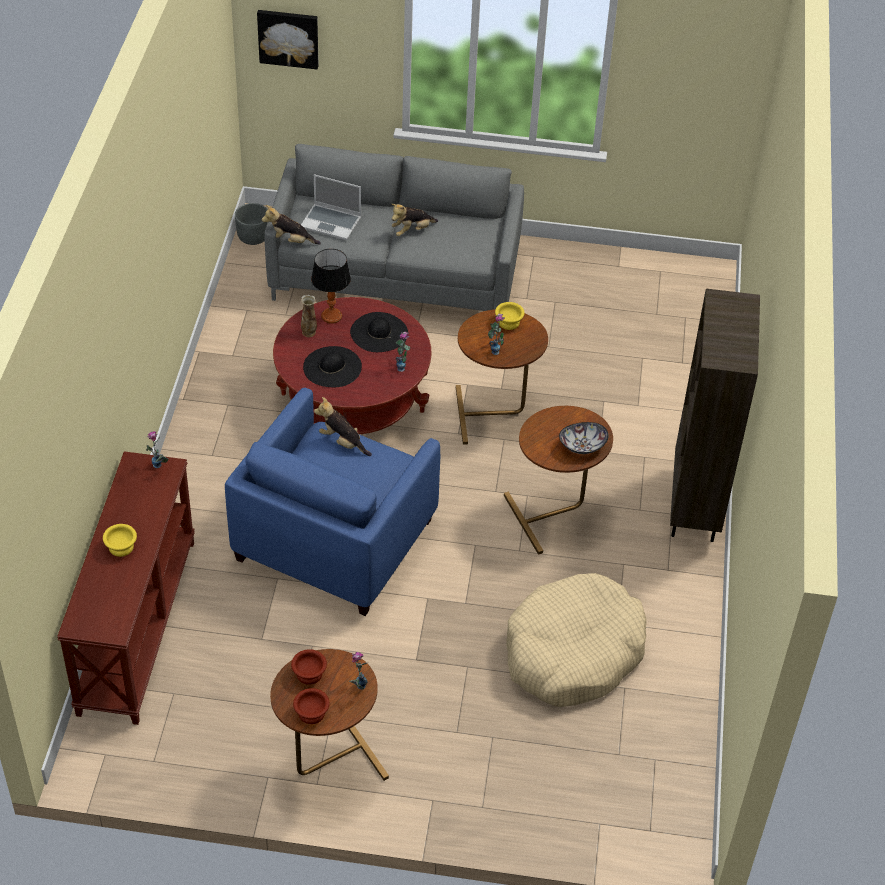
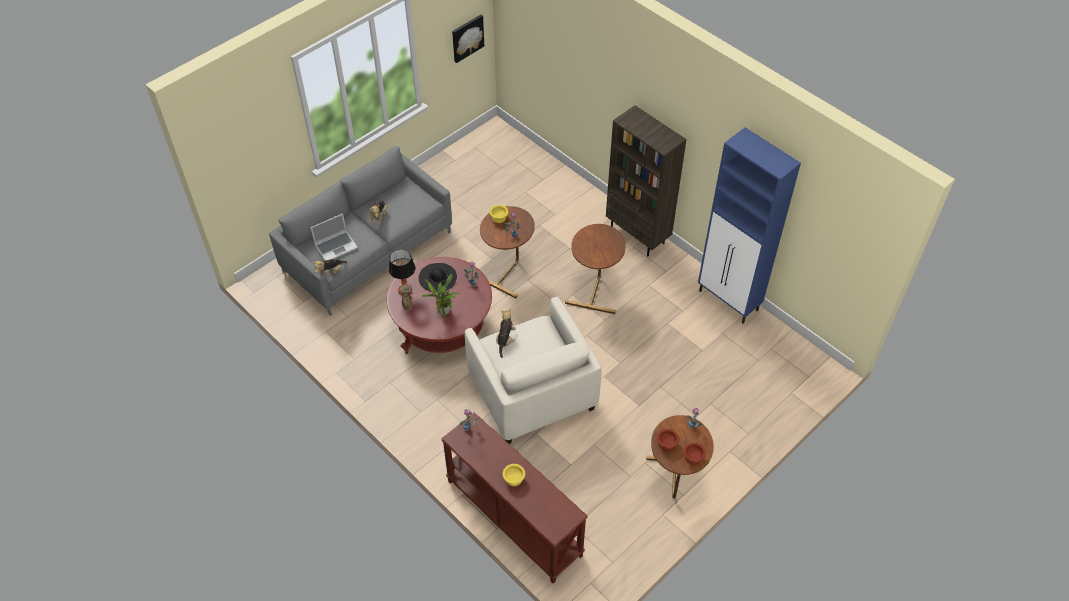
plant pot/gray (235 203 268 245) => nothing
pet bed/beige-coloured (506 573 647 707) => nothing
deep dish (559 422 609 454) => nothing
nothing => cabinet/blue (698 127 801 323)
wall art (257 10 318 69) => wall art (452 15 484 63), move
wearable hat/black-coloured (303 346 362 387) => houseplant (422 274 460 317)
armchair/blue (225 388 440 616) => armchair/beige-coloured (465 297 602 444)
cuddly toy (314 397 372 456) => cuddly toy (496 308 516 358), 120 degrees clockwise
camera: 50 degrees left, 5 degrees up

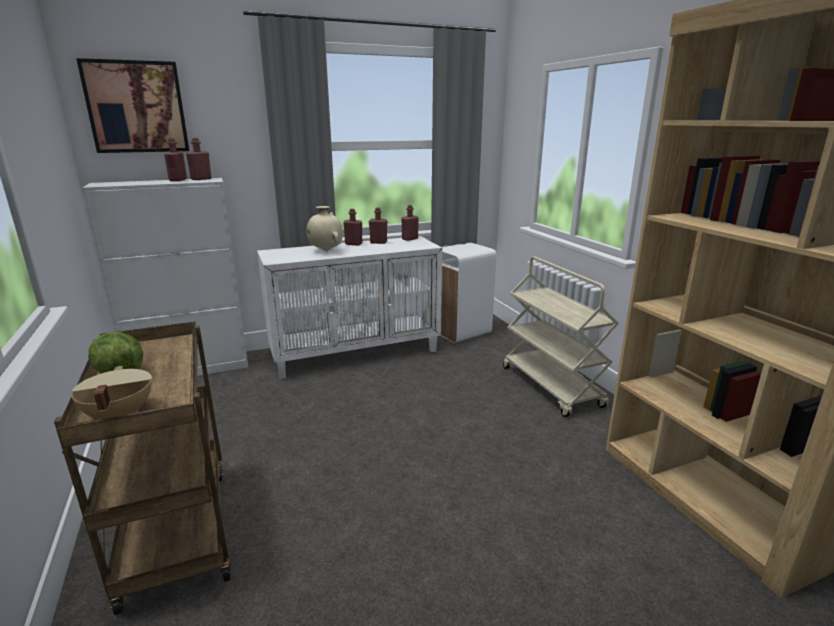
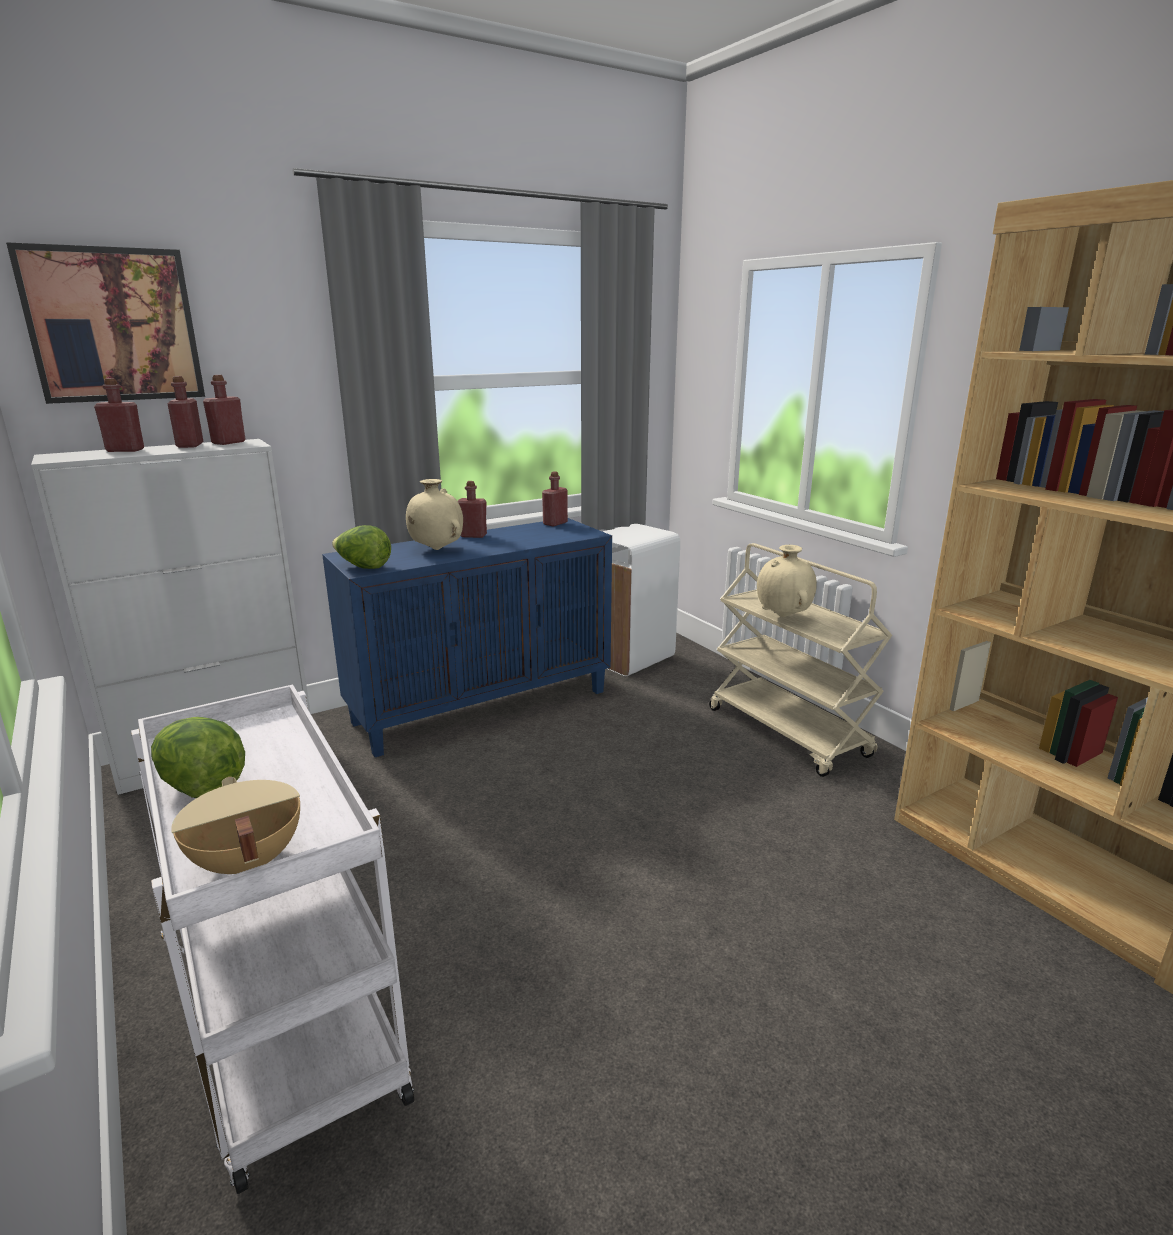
nothing => lettuce head (332 525 391 569)
nothing => decorative vase/beige-coloured (757 545 817 617)
drink bottle/red (369 208 387 244) => drink bottle/red (94 378 144 452), move
wheeled cart/brown-coloured (54 322 231 615) => wheeled cart/whitish (131 684 414 1194)
cabinet/whitish (257 236 442 379) => cabinet/blue (322 518 612 757)
camera: 10 degrees left, 0 degrees up

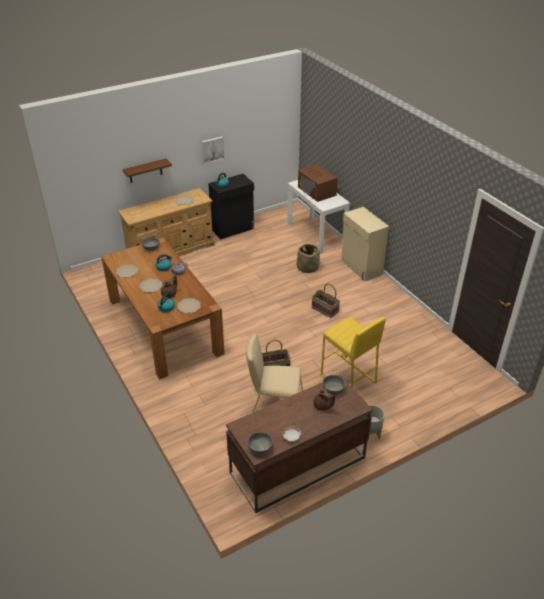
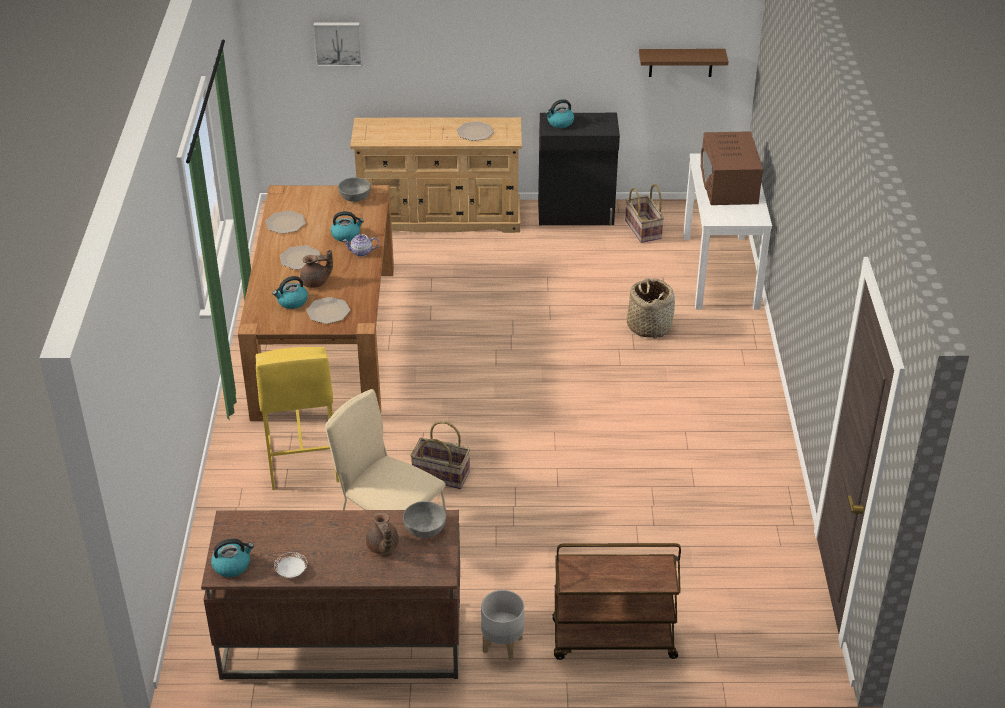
cabinet/beige-coloured (341 207 389 281) => nothing
nothing => wheeled cart/brown-coloured (552 543 681 660)
wall shelf/brown-coloured (123 158 172 183) => wall shelf/brown-coloured (639 49 728 77), move
wall art (201 136 225 164) => wall art (313 22 362 66), move
storage basket (312 283 340 318) => storage basket (625 184 664 243), move
stool seat/yellow-coloured (321 317 386 388) => stool seat/yellow-coloured (256 347 339 490), move
deep dish/gray (247 432 273 455) => tea kettle (211 538 254 577)
camera: 30 degrees right, 0 degrees up

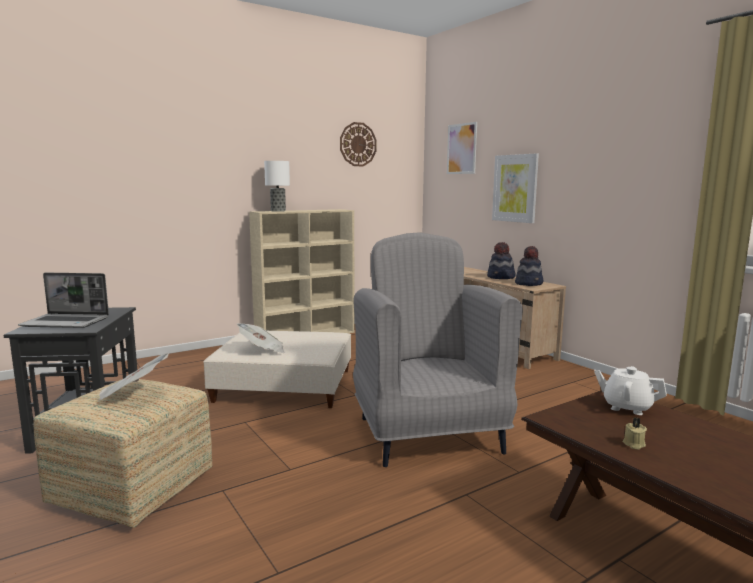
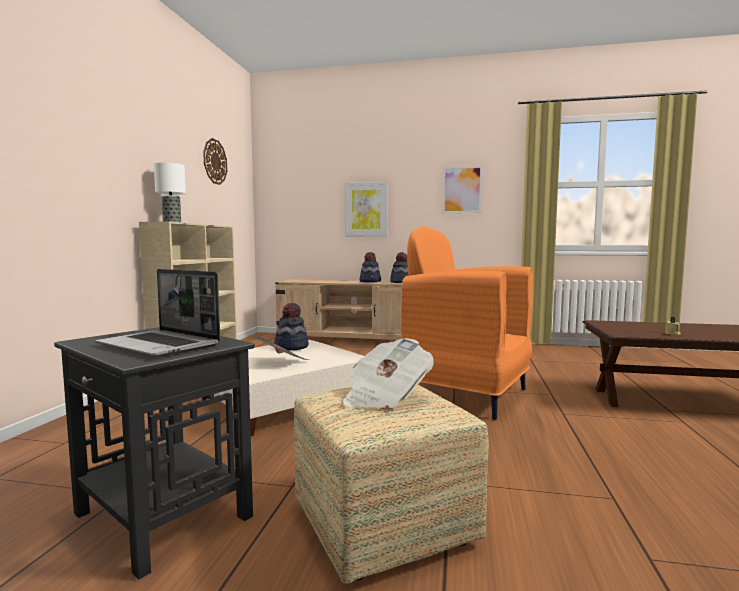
pot for tea/whitish (594 366 667 415) => nothing
nothing => wearable hat (274 303 309 350)
wall art (447 122 477 174) => wall art (442 166 483 213), move
armchair/gray (353 232 523 467) => armchair/orange (401 227 533 420)
notebook computer (18 272 109 328) => notebook computer (95 269 221 357), 75 degrees clockwise
camera: 45 degrees left, 5 degrees down

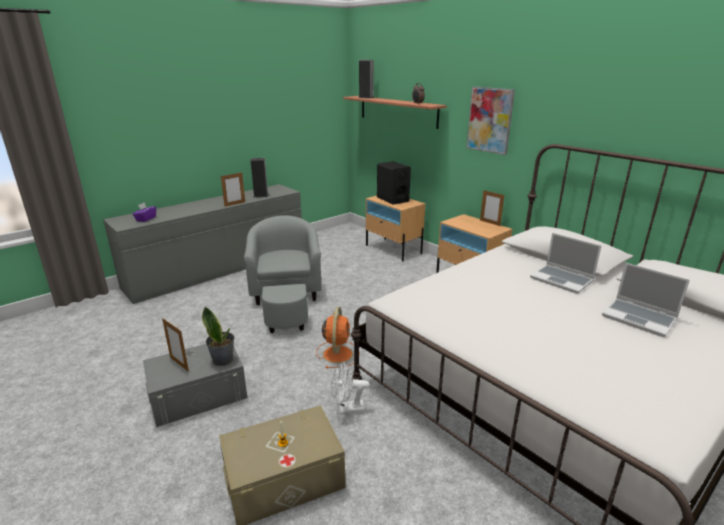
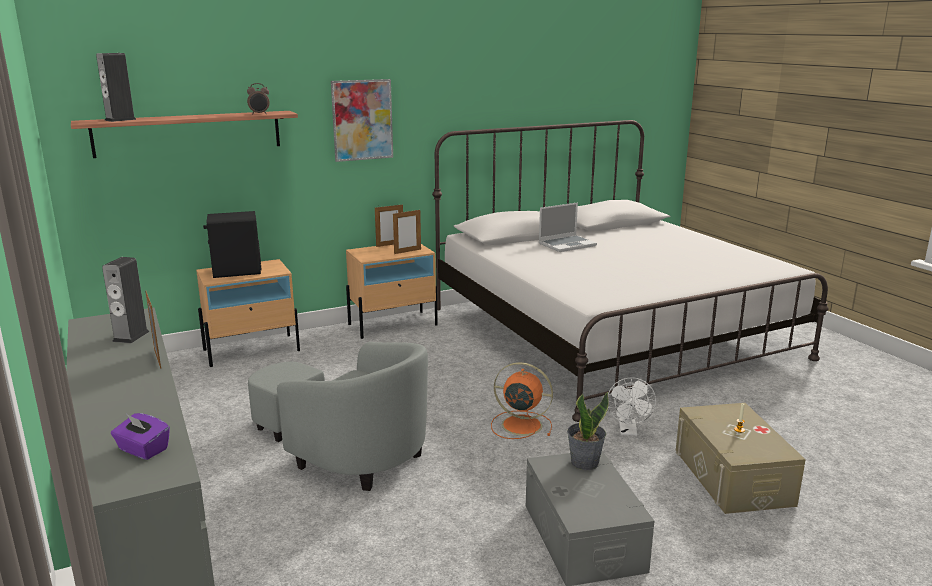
notebook computer (602 263 690 337) => nothing
picture frame (162 318 189 372) => picture frame (393 210 421 254), move
armchair/gray (244 215 321 333) => armchair/gray (248 342 428 491), 150 degrees counterclockwise
camera: 75 degrees left, 5 degrees down

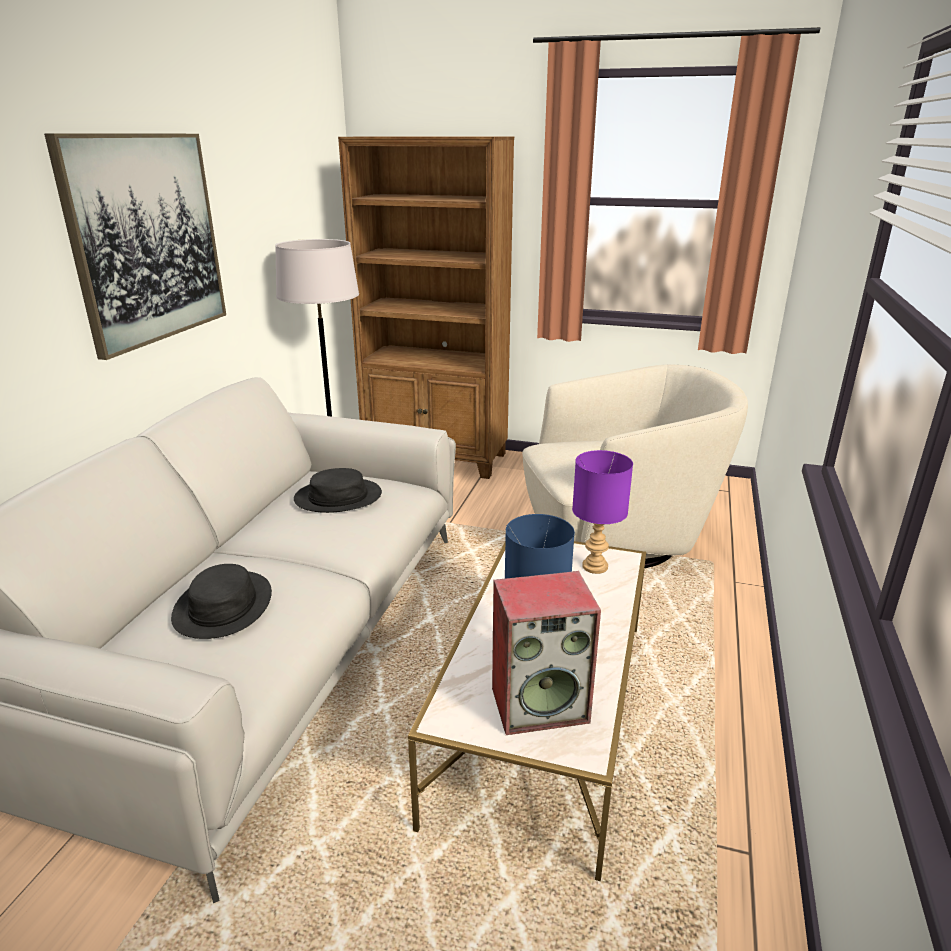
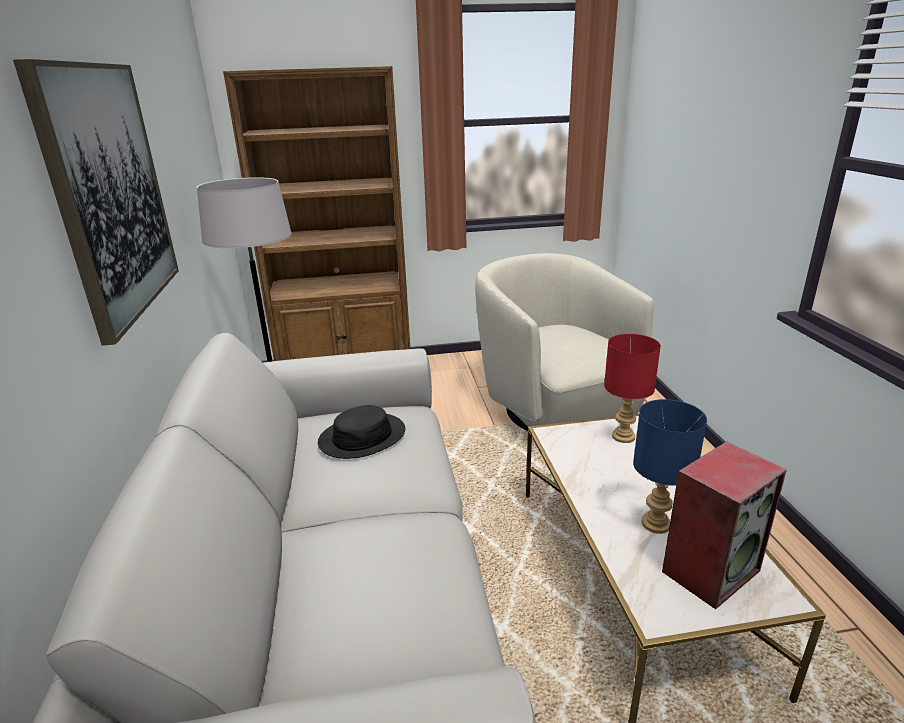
wearable hat/black-coloured (171 564 272 639) => nothing
lamp for a table/purple (572 450 633 574) => lamp for a table/red (604 334 661 443)
armchair/beige-coloured (522 364 748 568) => armchair/beige-coloured (475 253 654 431), 75 degrees counterclockwise
camera: 25 degrees left, 0 degrees up

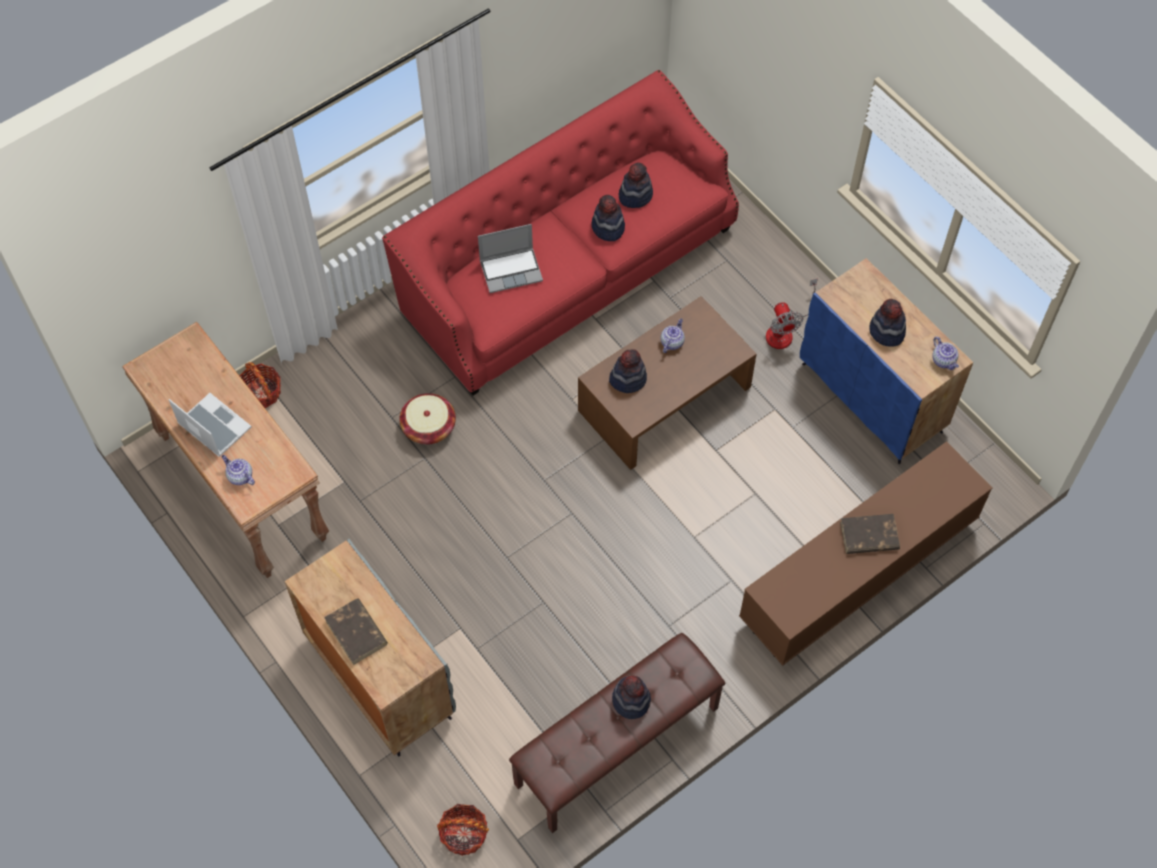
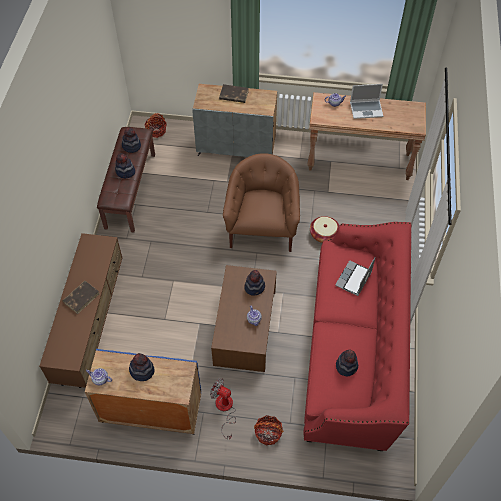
nothing => armchair/brown-coloured (223 153 300 252)
storage basket (239 362 281 408) => storage basket (254 415 284 446), move
wearable hat (592 195 625 241) => wearable hat (122 127 141 153), move
camera: 135 degrees right, 5 degrees down

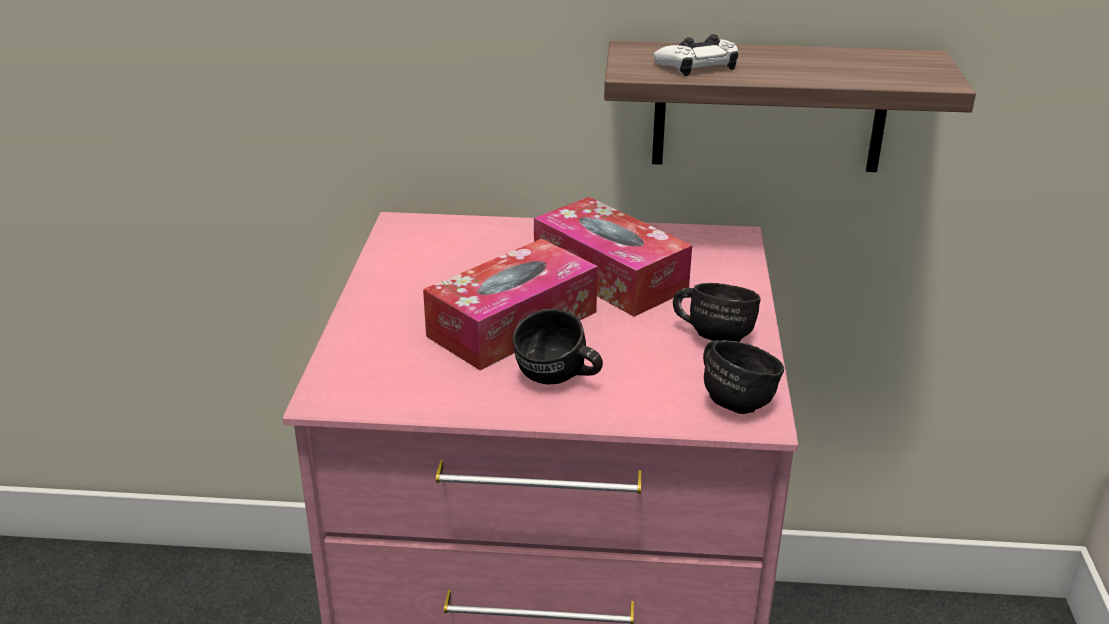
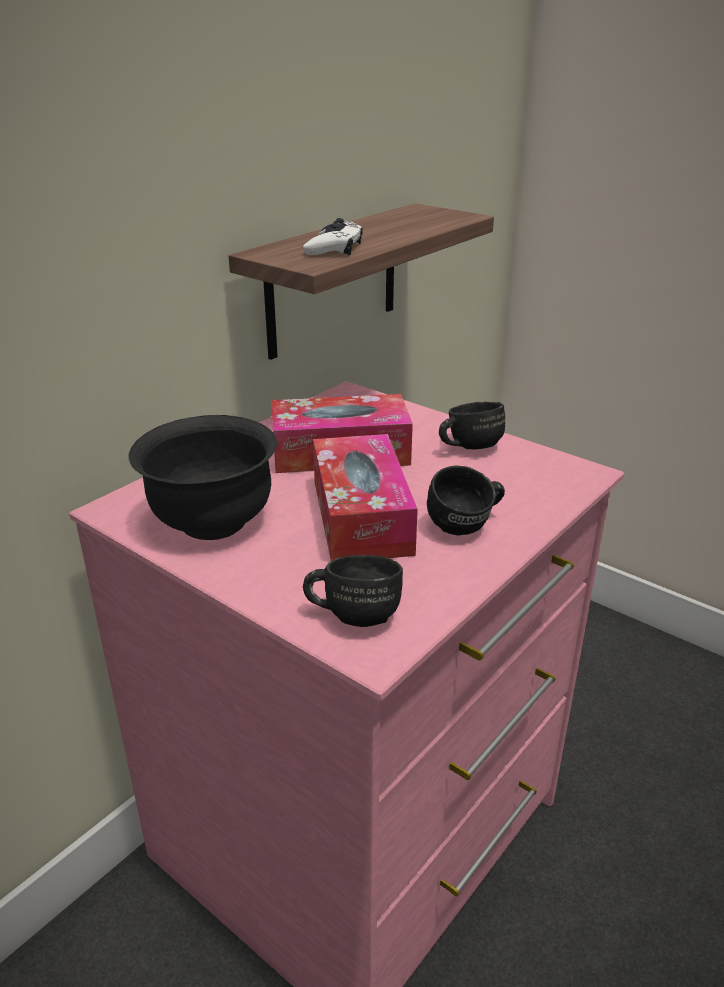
nothing => deep dish/black-coloured (129 415 277 540)
mug/black-coloured (703 340 784 414) => mug/black-coloured (303 555 403 627), move
camera: 55 degrees left, 0 degrees up

